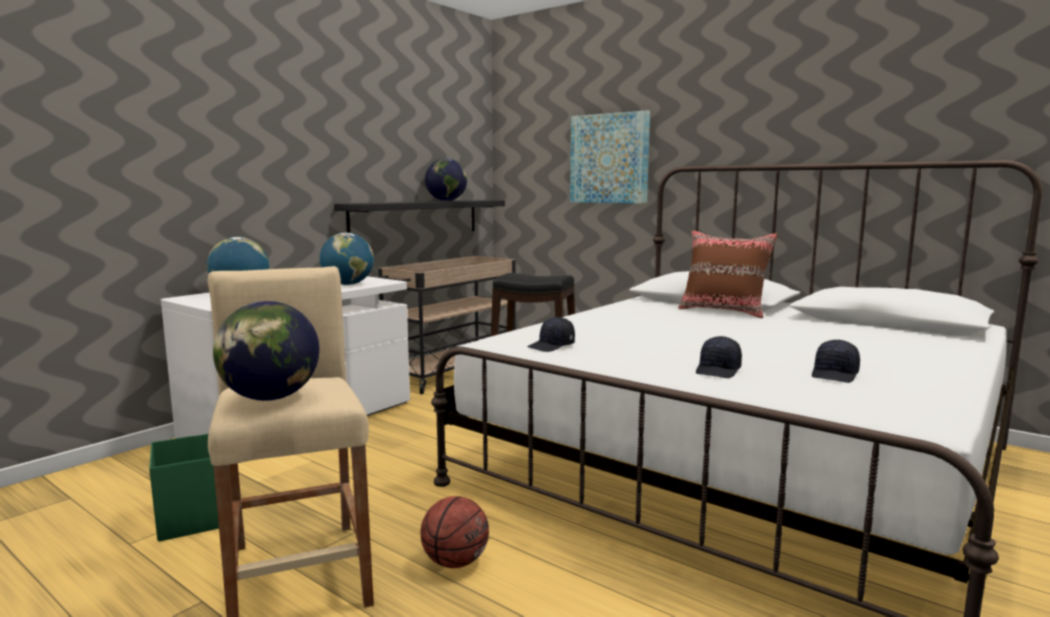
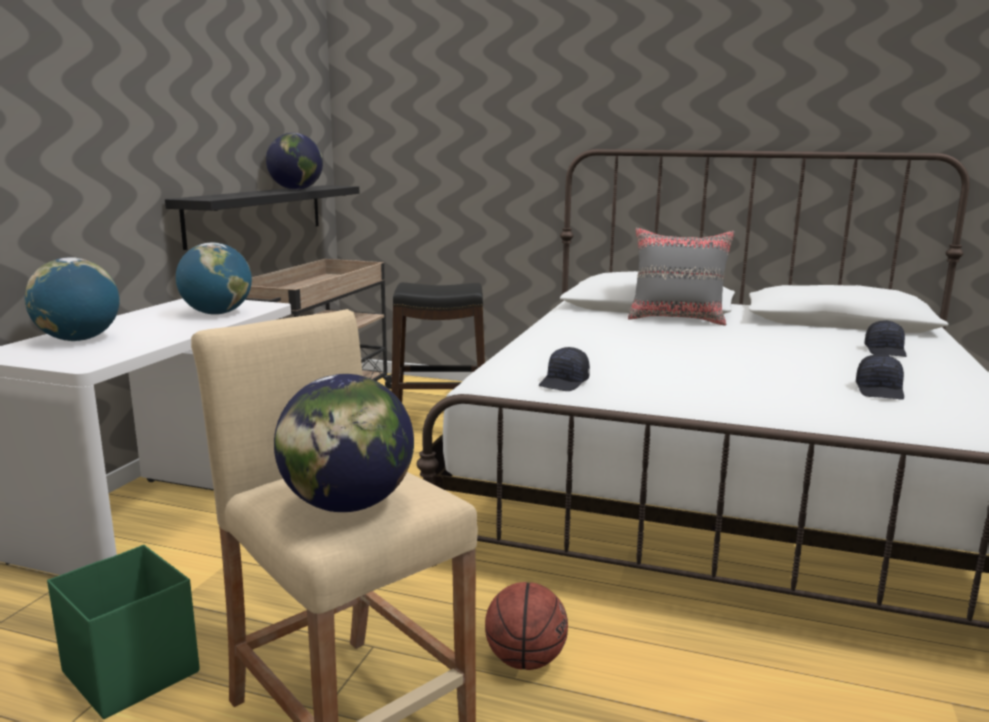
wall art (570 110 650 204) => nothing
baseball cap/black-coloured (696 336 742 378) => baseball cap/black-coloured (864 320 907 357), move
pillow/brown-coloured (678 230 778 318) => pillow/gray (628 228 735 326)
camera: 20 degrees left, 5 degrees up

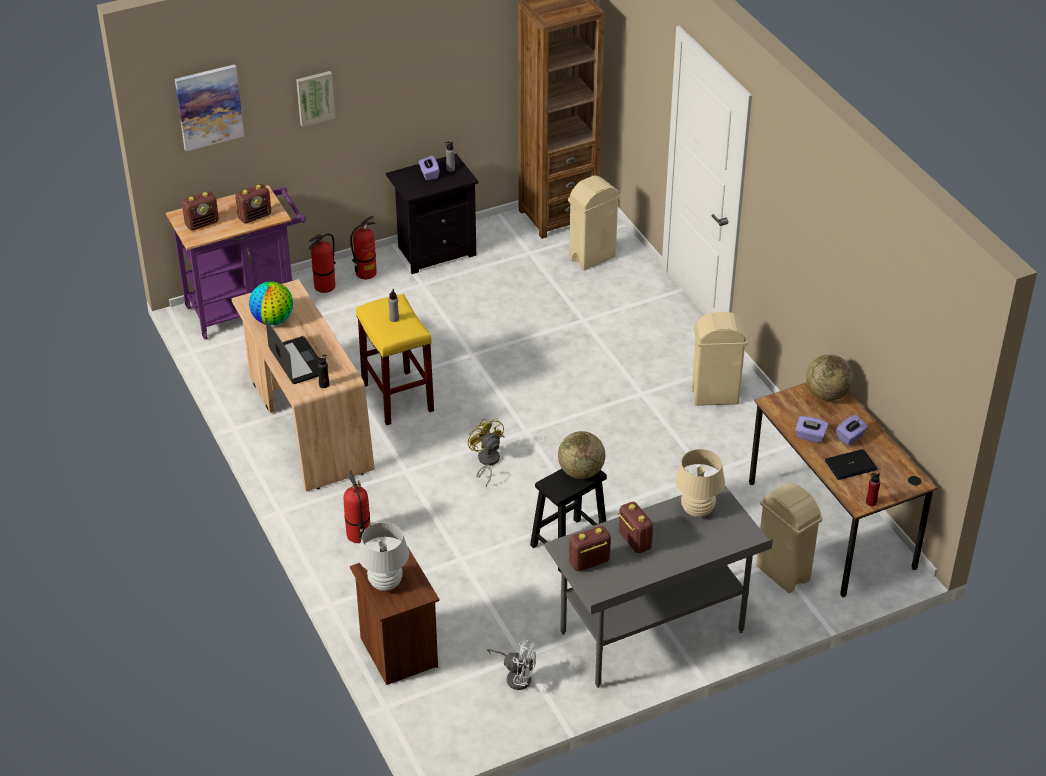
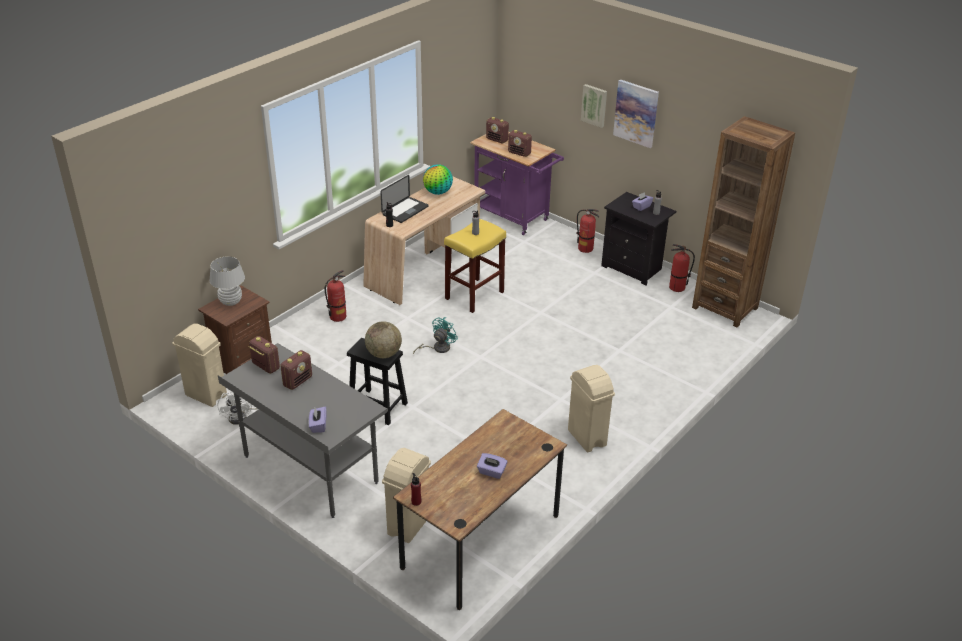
lamp for a table/beige-coloured (675 449 725 517) => nothing
desk globe (806 354 853 401) => nothing
notebook computer (825 449 877 480) => nothing
wall art (175 64 244 151) => wall art (613 79 659 148), move
fire-fighting cylinder (309 234 336 293) => fire-fighting cylinder (669 244 695 292), move
rubbish bin/beige-coloured (568 175 621 270) => rubbish bin/beige-coloured (172 323 227 407), move
tissue box/purple (795 416 828 443) => tissue box/purple (309 407 326 433), move
electric fan/yellow-coloured (468 418 504 486) => electric fan/turquoise (413 317 458 354)
camera: 65 degrees right, 5 degrees down

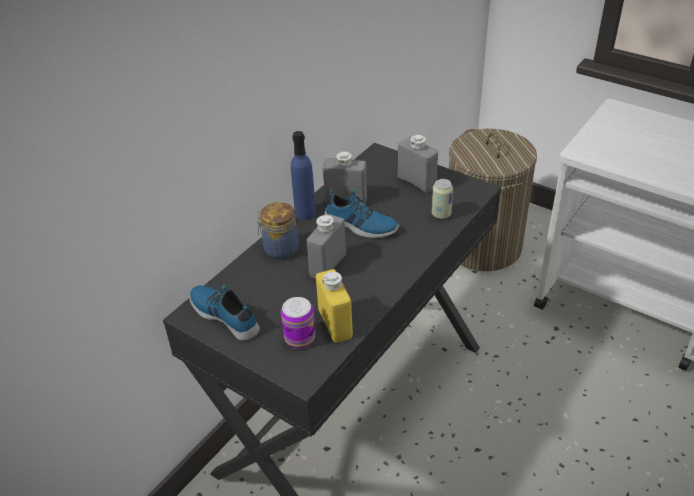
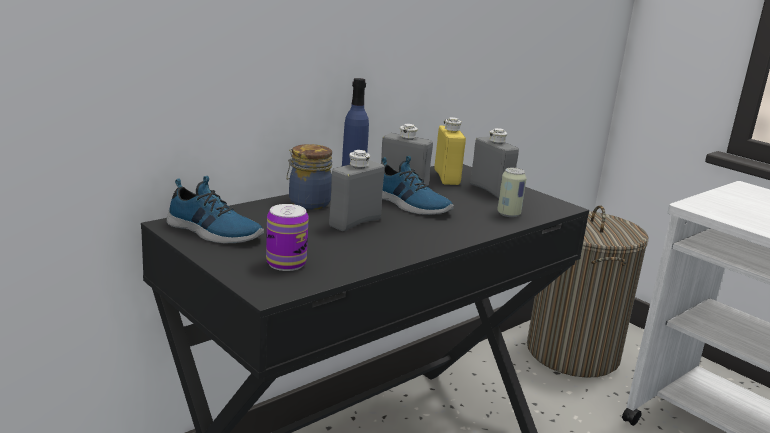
drink bottle/yellow-coloured (316 269 353 343) => drink bottle/yellow-coloured (434 117 466 185), move
item of footwear (189 285 260 341) => item of footwear (167 176 264 243), 150 degrees clockwise
camera: 10 degrees right, 20 degrees down

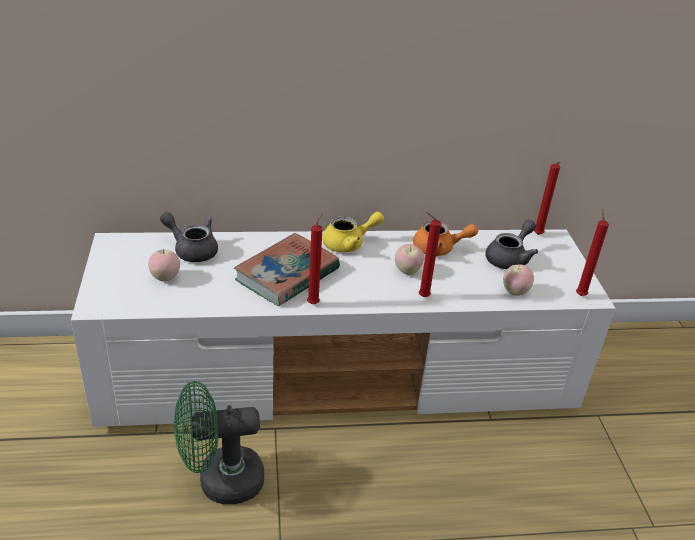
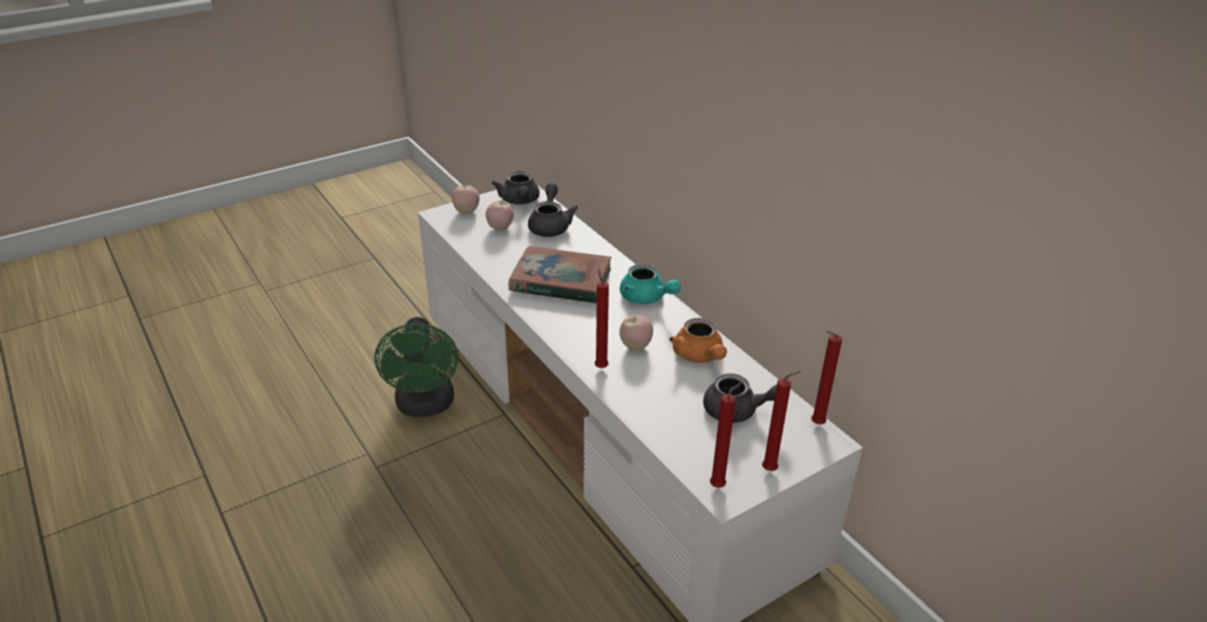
nothing => pot for tea/gray (492 171 540 204)
wax light/red (307 213 323 304) => wax light/red (762 371 801 471), move
apple fruit (503 264 534 296) => apple fruit (452 183 479 214), move
pot for tea/yellow-coloured (322 212 384 253) => pot for tea/turquoise (620 264 681 305)
electric fan/greenish (174 381 264 504) => electric fan/greenish (374 317 459 417), 150 degrees counterclockwise
camera: 65 degrees right, 0 degrees up

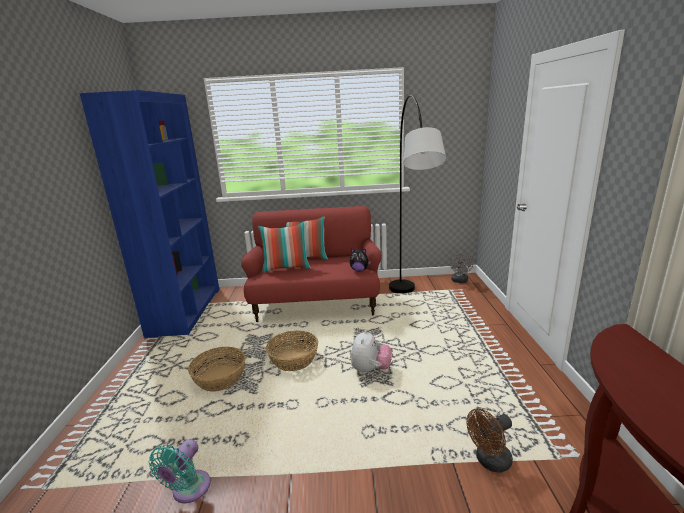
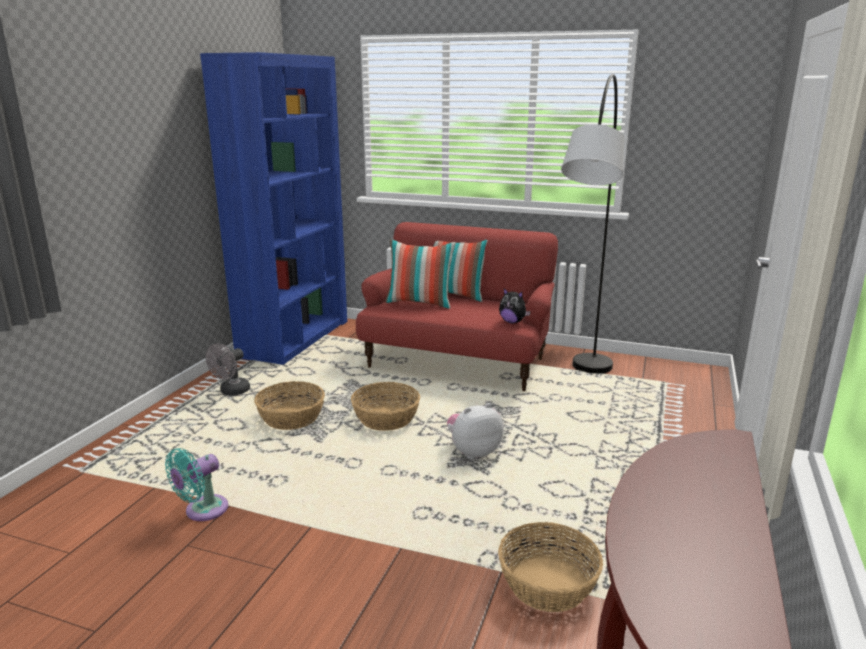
electric fan/gray (450 253 473 283) => electric fan/gray (206 343 250 396), move
electric fan/brown-coloured (466 408 513 472) => storage basket (498 522 603 612)
cuddly toy (351 330 392 374) => cuddly toy (447 403 503 459), 150 degrees counterclockwise
camera: 20 degrees right, 0 degrees up

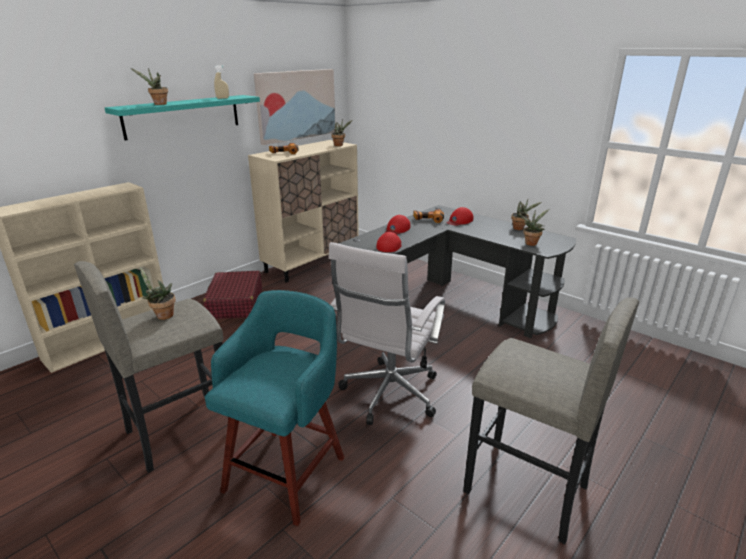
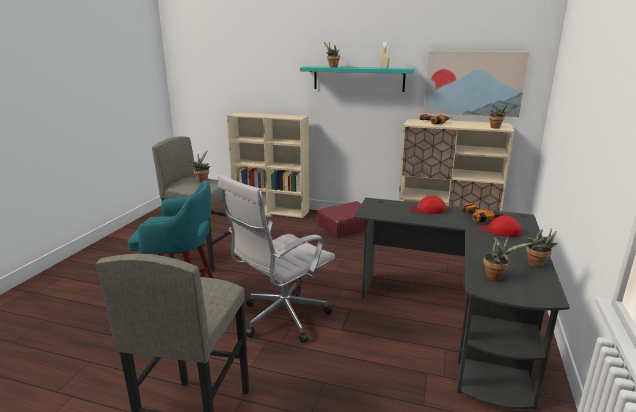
baseball cap/red (377 232 401 252) => nothing
desk chair/whitish (329 242 445 425) => desk chair/whitish (218 174 335 343), 45 degrees counterclockwise
camera: 65 degrees right, 5 degrees down

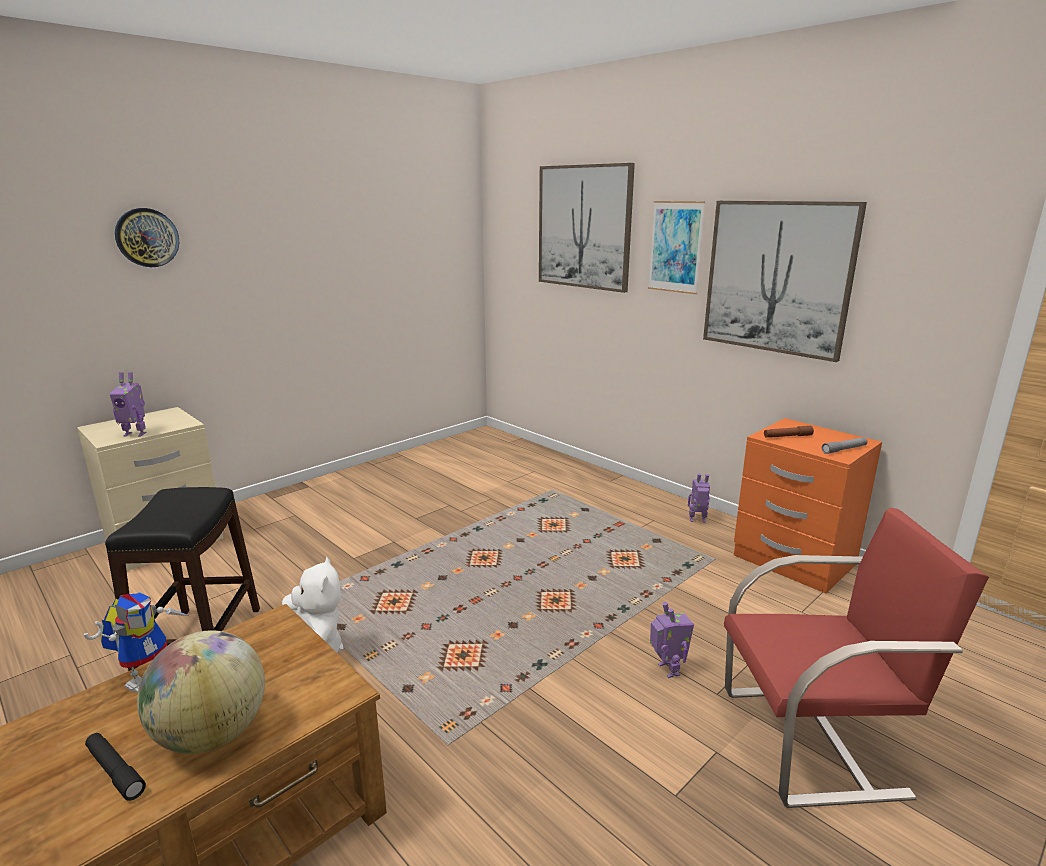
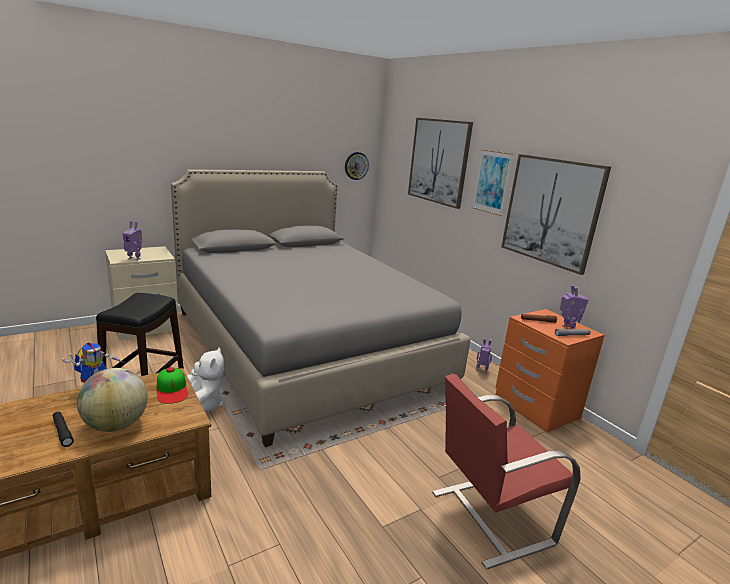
nothing => baseball cap (157 367 188 404)
nothing => sleeping bed/gray (171 169 470 447)
clock on the wall (115 208 179 267) => clock on the wall (345 152 369 180), move
robot figure (650 602 694 678) => robot figure (560 285 588 329), move
plain chair/red (724 508 989 808) => plain chair/red (432 374 581 570), 150 degrees clockwise
camera: 10 degrees right, 0 degrees up

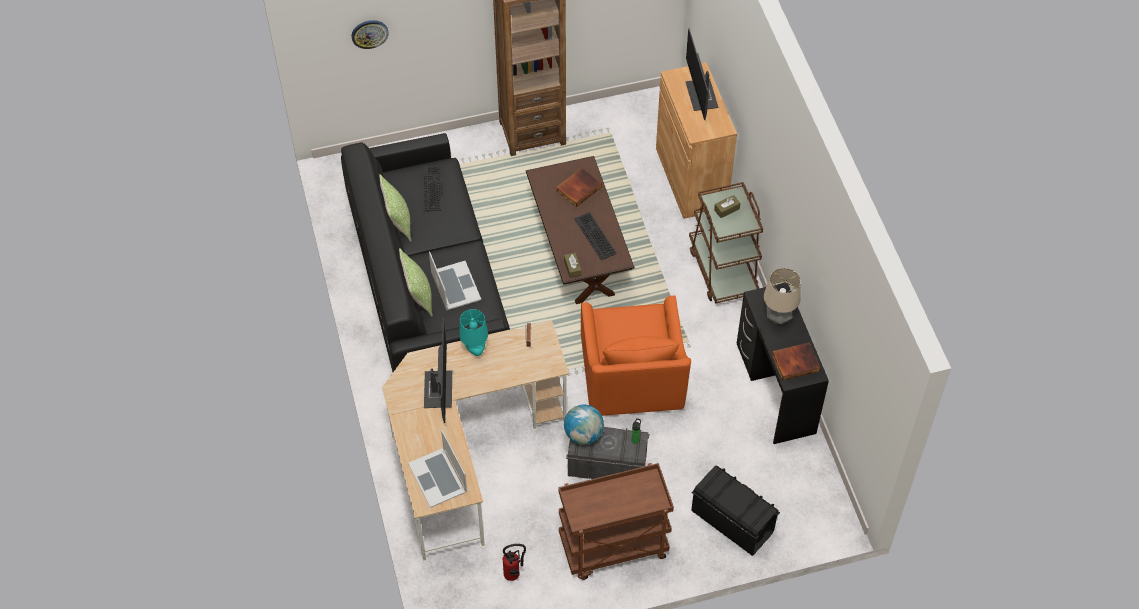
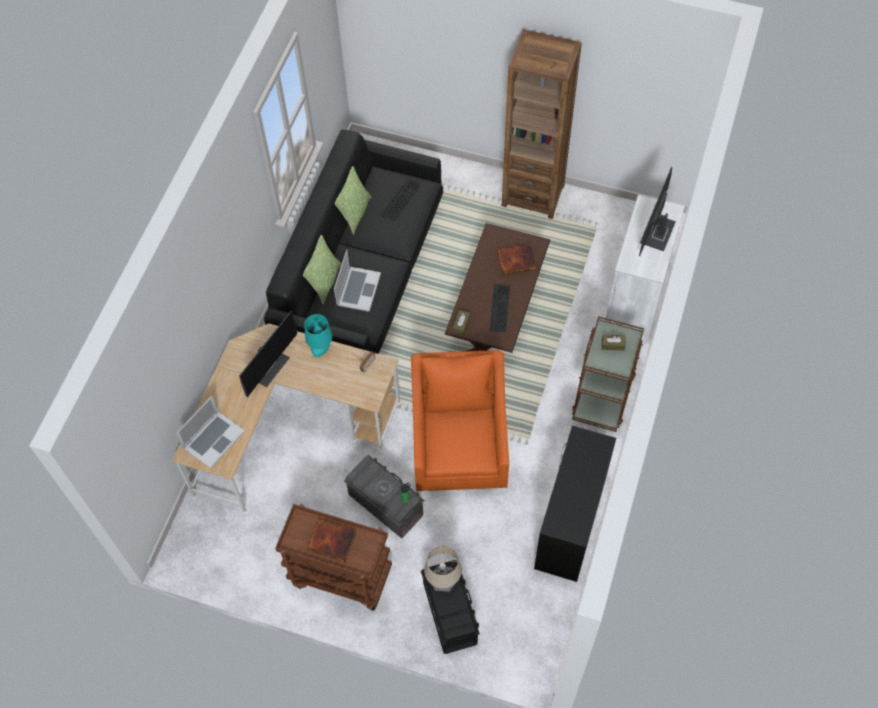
clock on the wall (352 20 389 49) => nothing
fire-fighting cylinder (503 544 526 581) => nothing
desk globe (564 405 604 445) => nothing
lamp for a table (764 268 801 324) => lamp for a table (424 545 462 592), move
volume (772 342 820 381) => volume (307 520 356 562), move
cabinet/brown-coloured (656 62 737 219) => cabinet/whitish (605 195 685 344)
notebook computer (408 430 467 508) => notebook computer (176 396 245 469), 150 degrees counterclockwise
armchair/orange (581 295 691 416) => armchair/orange (411 350 509 491), 150 degrees clockwise
camera: 35 degrees right, 5 degrees up

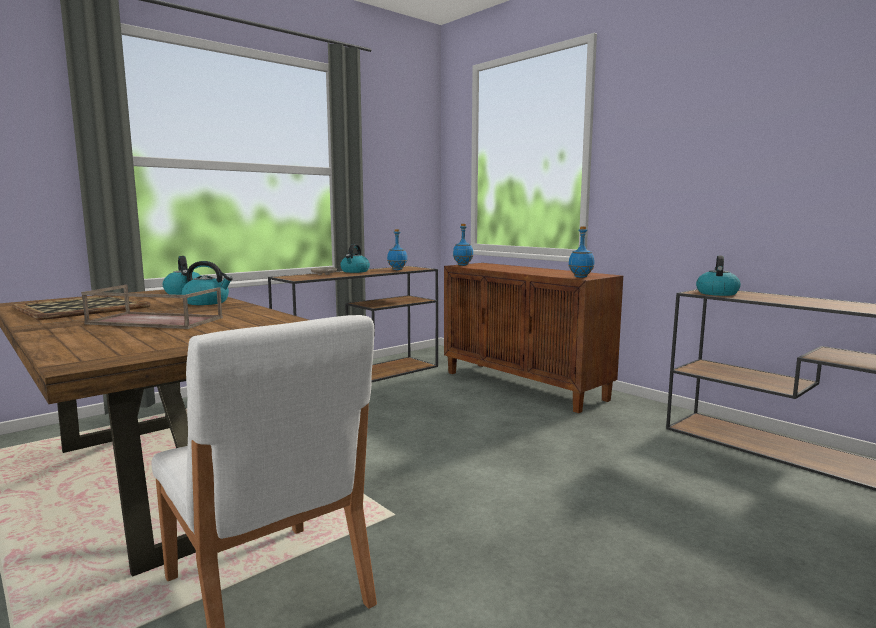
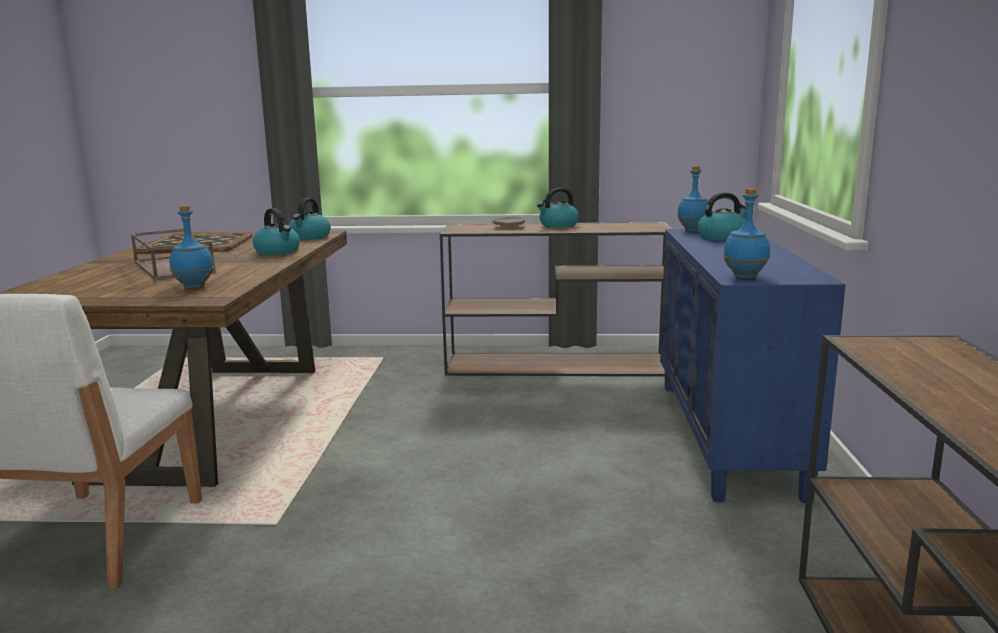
drink bottle/blue (387 229 407 270) => drink bottle/blue (170 205 214 289), move
tea kettle (696 256 741 296) => tea kettle (698 192 746 241), move
cabinet/brown-coloured (444 263 623 413) => cabinet/blue (660 229 846 503)
camera: 45 degrees right, 5 degrees up

